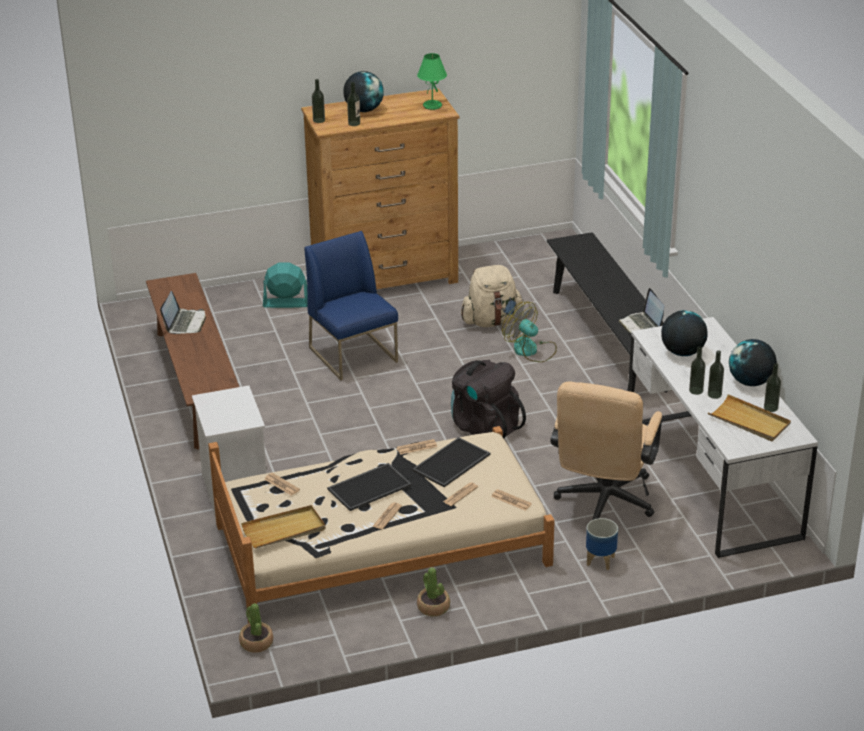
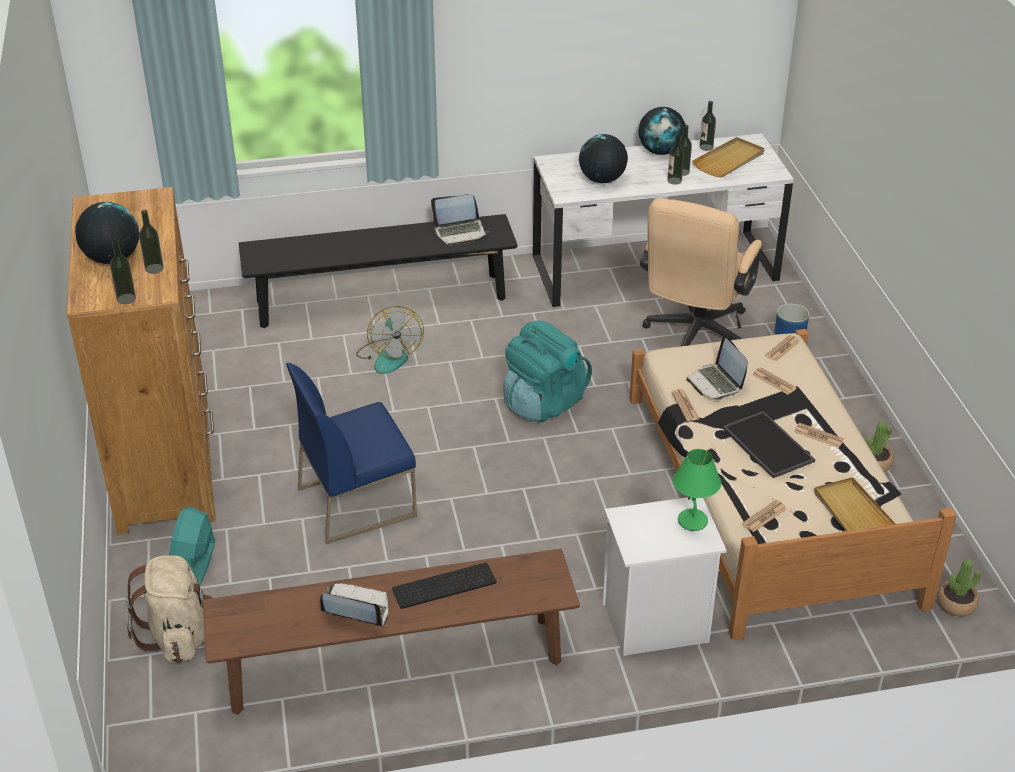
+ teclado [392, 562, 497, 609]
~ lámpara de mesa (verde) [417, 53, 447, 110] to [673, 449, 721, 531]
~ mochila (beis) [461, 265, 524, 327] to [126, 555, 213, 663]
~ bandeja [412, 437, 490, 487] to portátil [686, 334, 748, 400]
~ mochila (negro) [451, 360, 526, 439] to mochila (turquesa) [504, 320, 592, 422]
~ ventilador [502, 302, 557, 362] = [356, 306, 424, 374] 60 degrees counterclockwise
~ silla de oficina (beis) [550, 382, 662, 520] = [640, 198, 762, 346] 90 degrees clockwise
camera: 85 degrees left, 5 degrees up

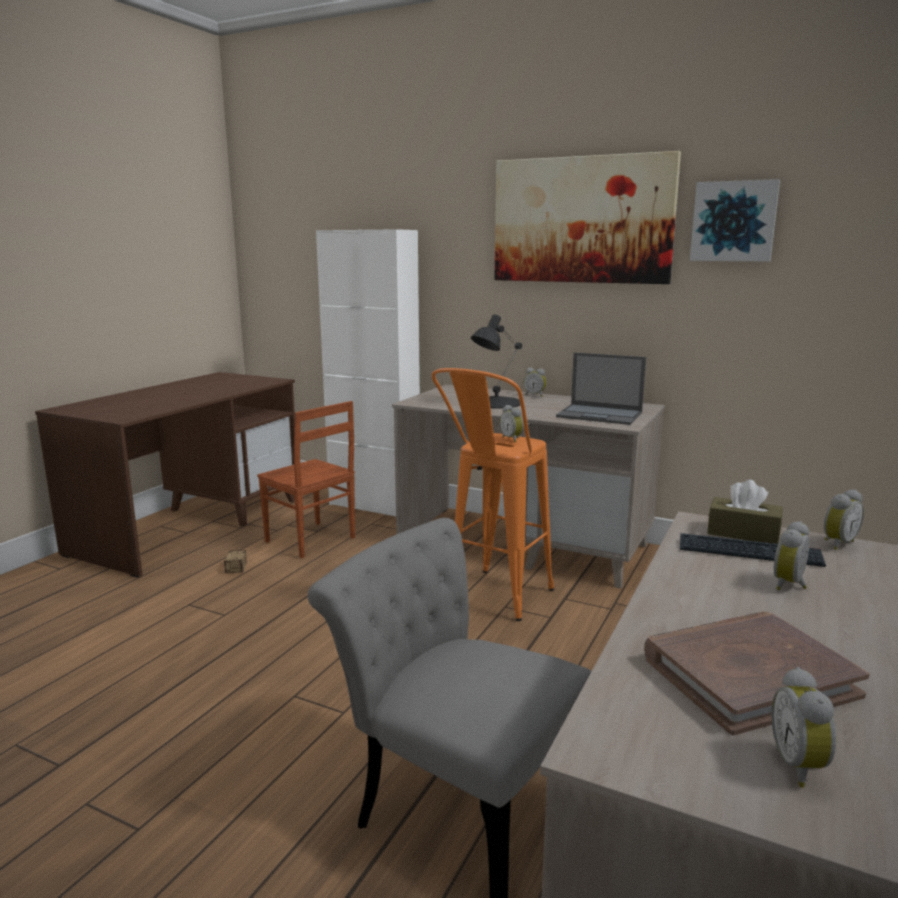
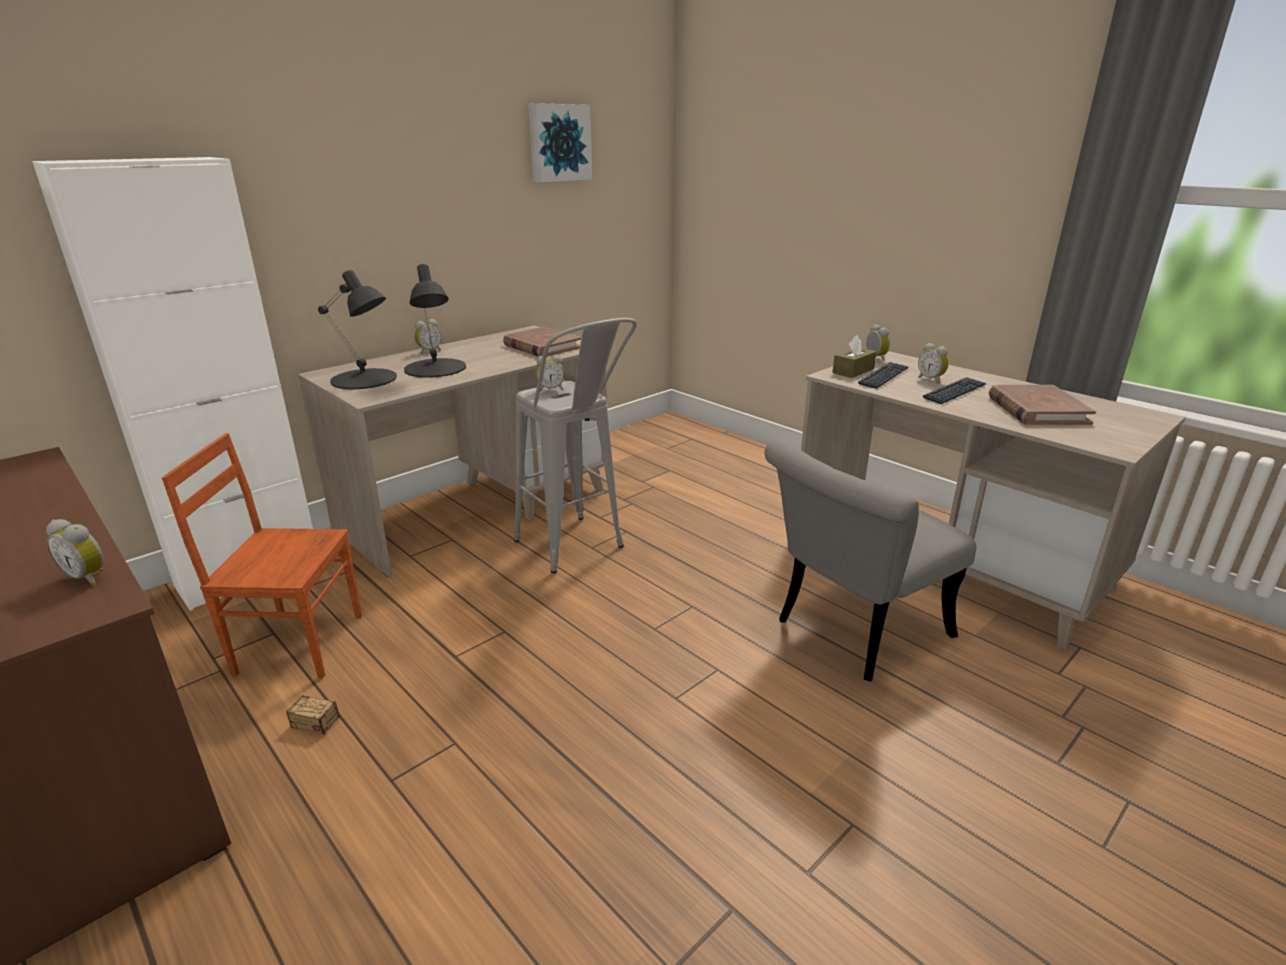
- cuadro [494, 151, 681, 284]
+ lámpara de mesa (negro) [318, 270, 397, 389]
+ teclado [923, 377, 987, 404]
~ despertador [771, 667, 836, 788] to [46, 519, 104, 586]
~ portátil [556, 352, 646, 425] to libro (marrón) [503, 327, 581, 357]
~ taburete (naranja) [432, 368, 554, 621] to taburete (gris) [514, 318, 637, 573]
~ silla (marrón) [257, 401, 355, 558] = [162, 433, 362, 678] 150 degrees counterclockwise
camera: 70 degrees left, 10 degrees up

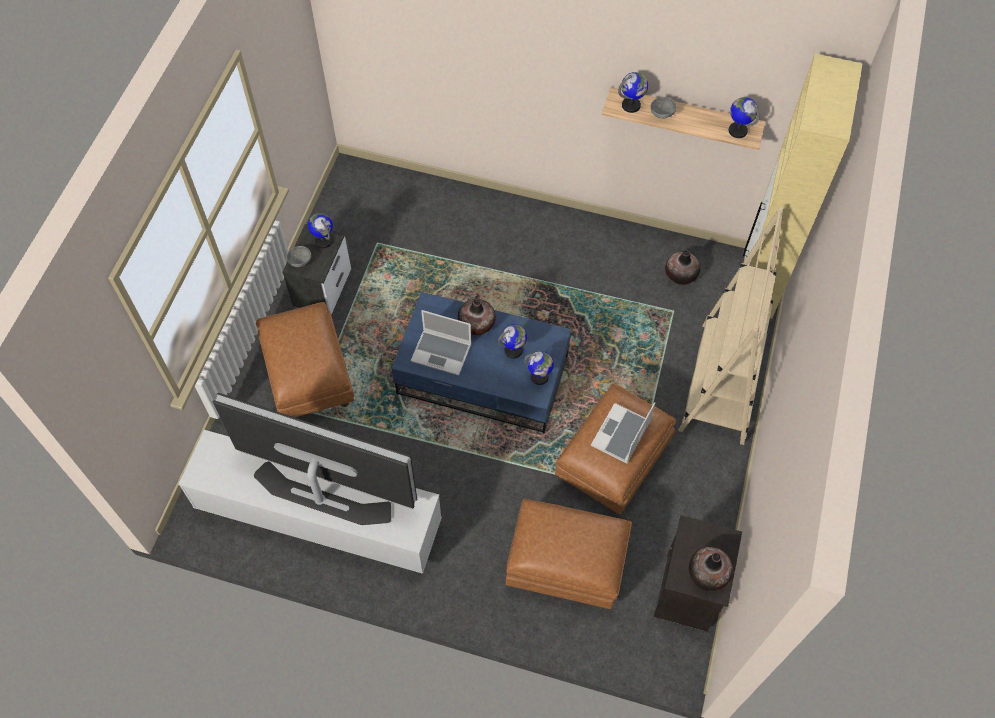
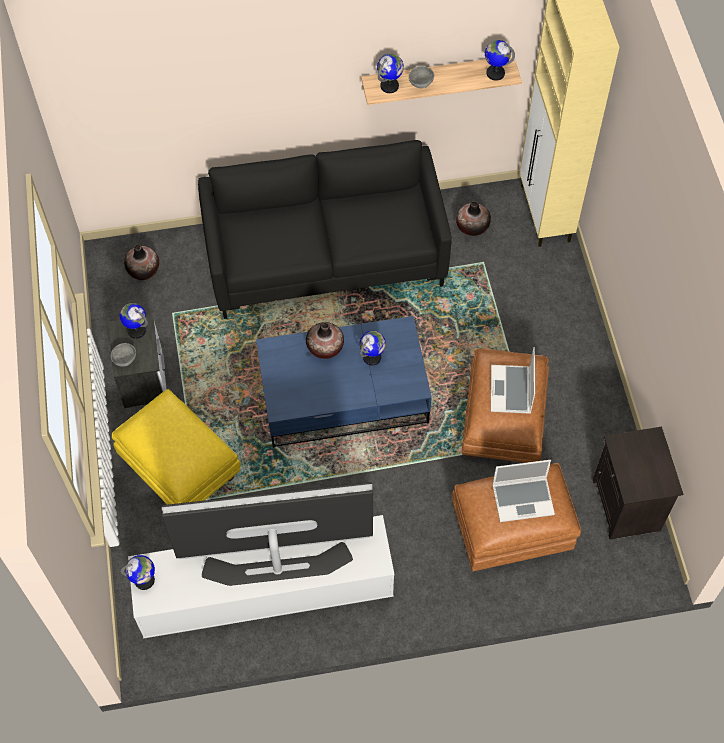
- estantería (beis) [678, 207, 783, 445]
+ sofá (negro) [198, 140, 452, 319]
~ portátil [411, 310, 471, 376] to [492, 460, 555, 522]
~ globo terráqueo [524, 351, 554, 385] to [121, 555, 155, 590]
~ florero [689, 547, 733, 591] to [124, 244, 159, 280]
~ puf (marrón) [256, 302, 354, 418] to puf (amarillo) [112, 389, 241, 505]
camera: 25 degrees left, 0 degrees up

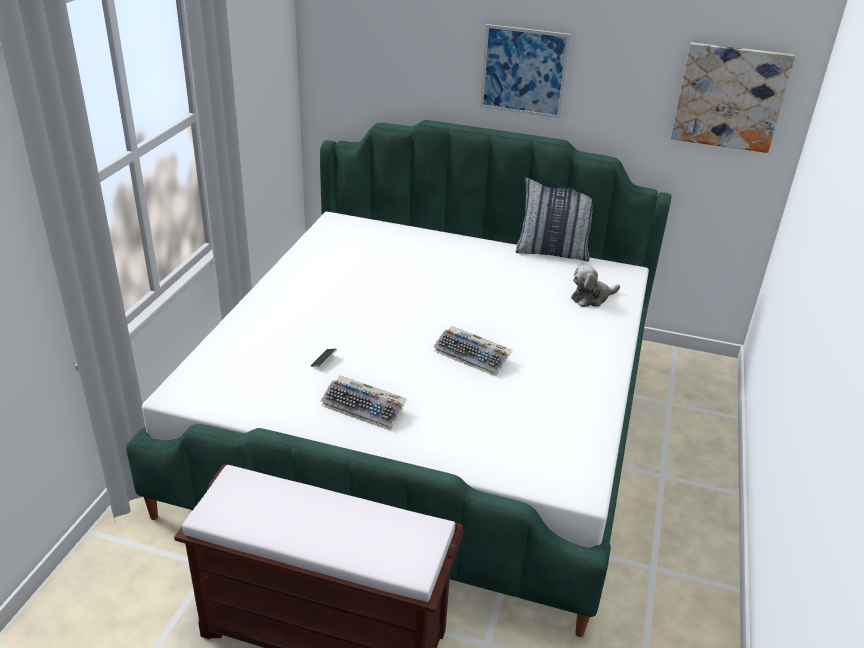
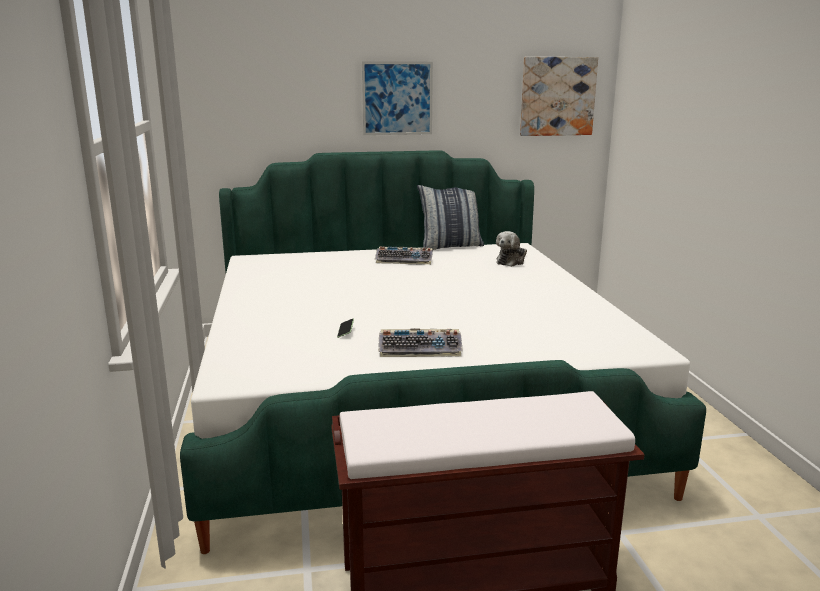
~ teclado [433, 326, 512, 376] to [375, 246, 433, 265]
camera: 25 degrees left, 15 degrees down

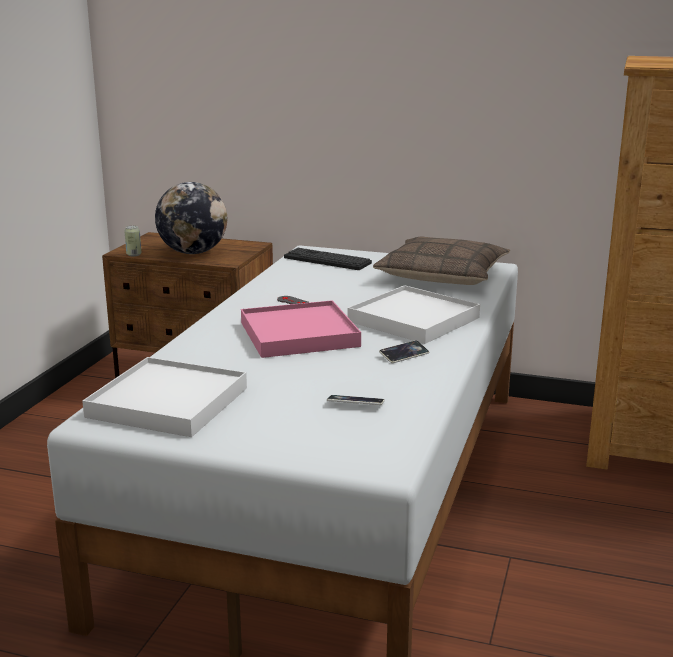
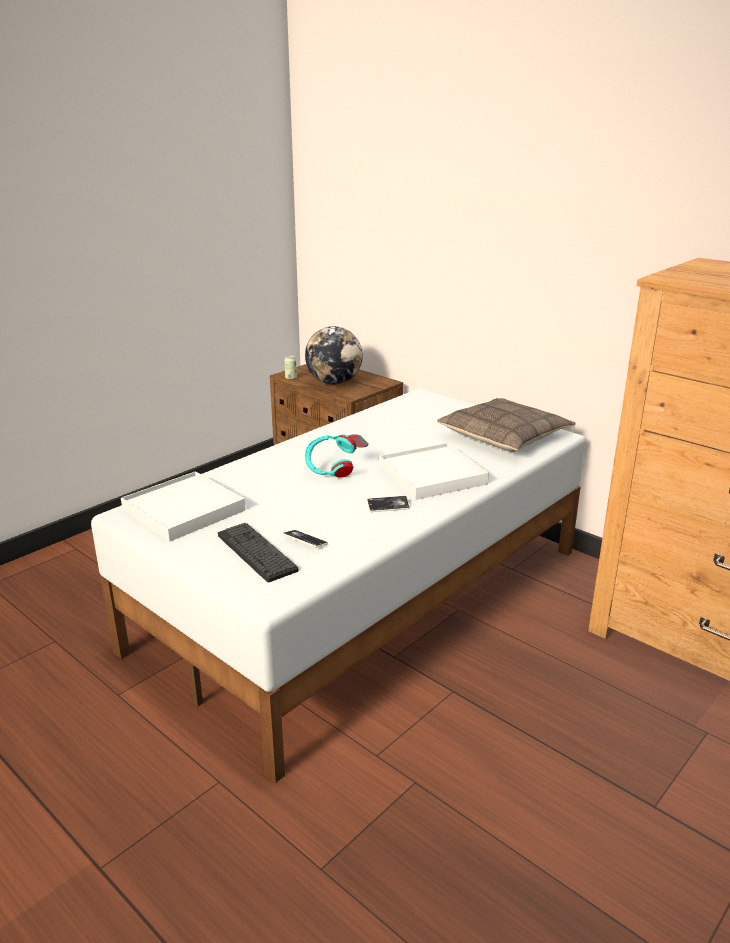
~ teclado [284, 248, 372, 270] to [218, 523, 298, 582]
~ bandeja (rosa) [241, 300, 361, 358] to auriculares (turquesa) [305, 434, 357, 478]
camera: 25 degrees right, 5 degrees up

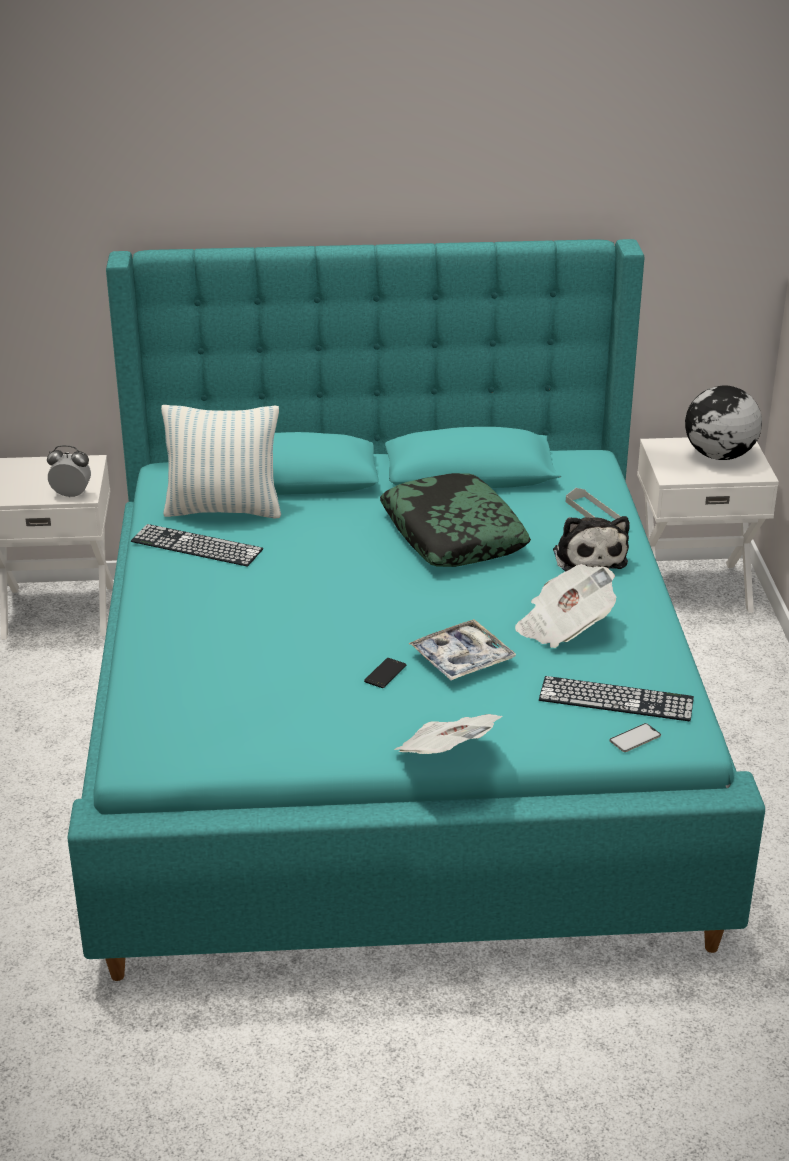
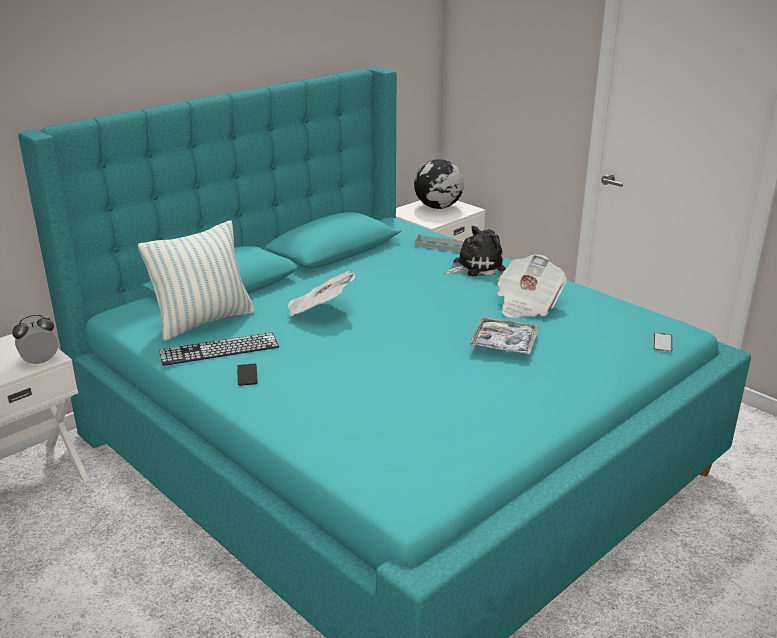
- cojín [380, 473, 531, 567]
- teclado [539, 676, 694, 721]
~ móvil [364, 658, 407, 688] to [237, 364, 258, 386]
~ periódico [394, 714, 502, 754] to [288, 271, 355, 317]
~ peluche [553, 516, 630, 572] = [444, 226, 506, 276] 60 degrees counterclockwise
camera: 40 degrees left, 5 degrees down

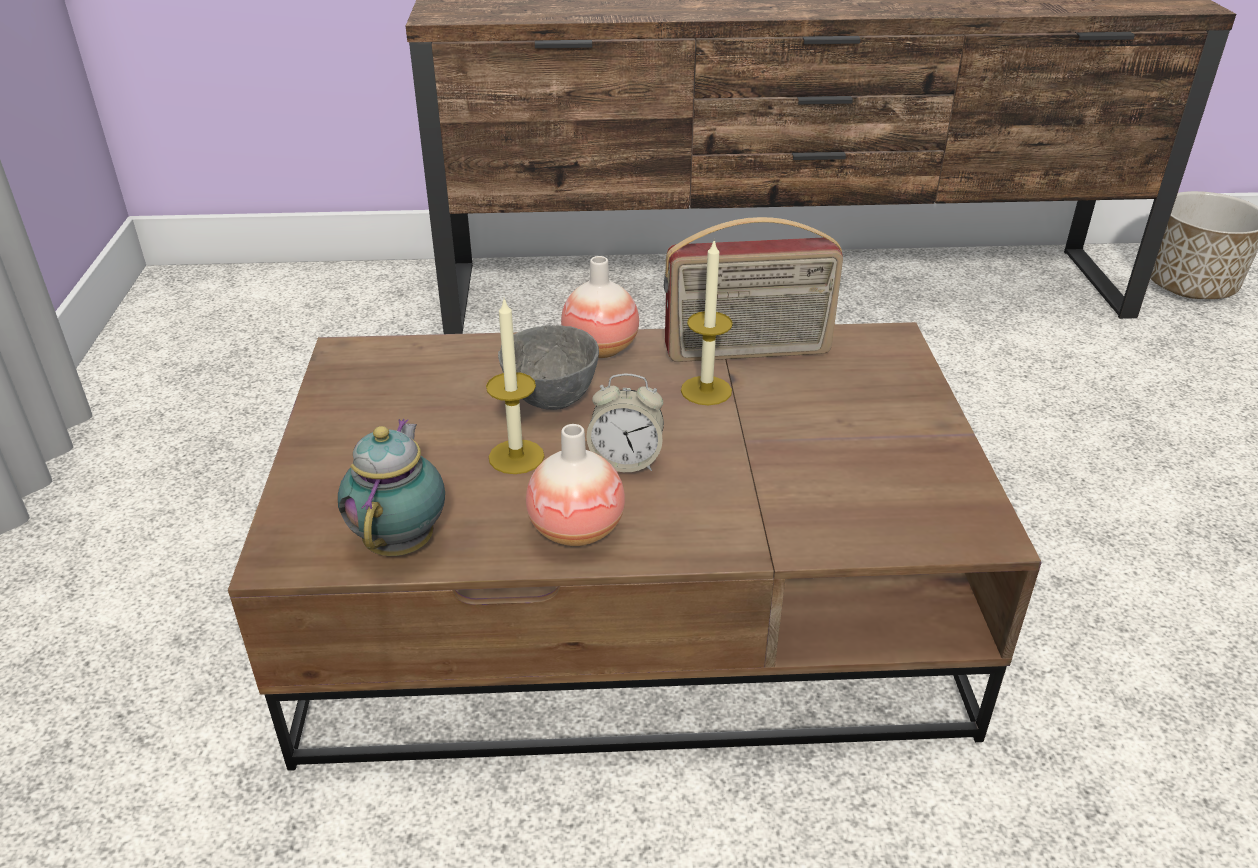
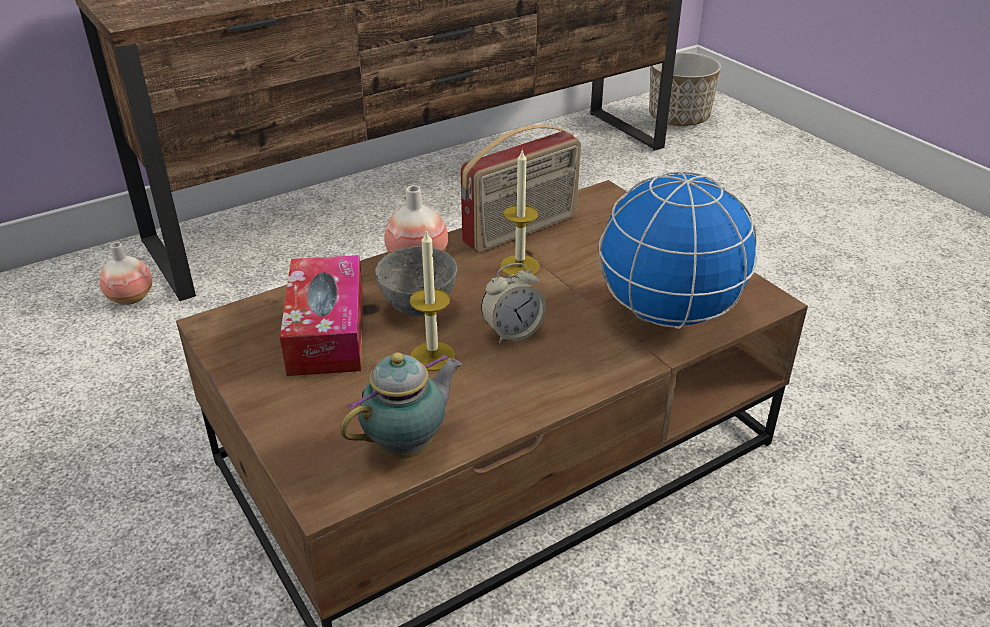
+ caja de pañuelos [280, 255, 363, 376]
+ globo terráqueo [599, 171, 758, 329]
~ florero [526, 424, 625, 546] to [99, 242, 152, 305]
~ tetera [338, 419, 445, 556] = [340, 352, 462, 459] 75 degrees clockwise
camera: 30 degrees left, 0 degrees up

